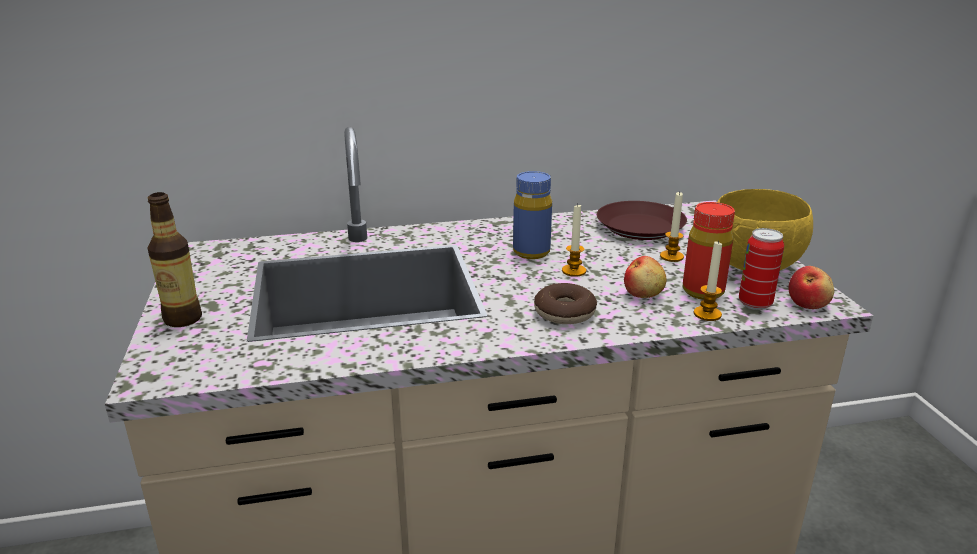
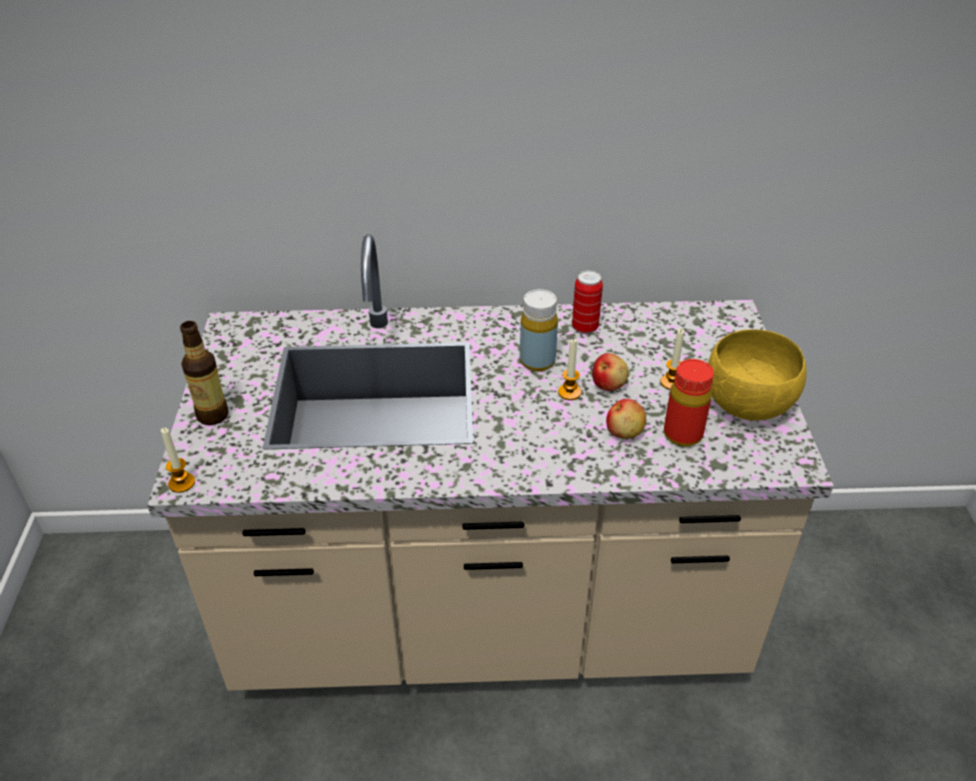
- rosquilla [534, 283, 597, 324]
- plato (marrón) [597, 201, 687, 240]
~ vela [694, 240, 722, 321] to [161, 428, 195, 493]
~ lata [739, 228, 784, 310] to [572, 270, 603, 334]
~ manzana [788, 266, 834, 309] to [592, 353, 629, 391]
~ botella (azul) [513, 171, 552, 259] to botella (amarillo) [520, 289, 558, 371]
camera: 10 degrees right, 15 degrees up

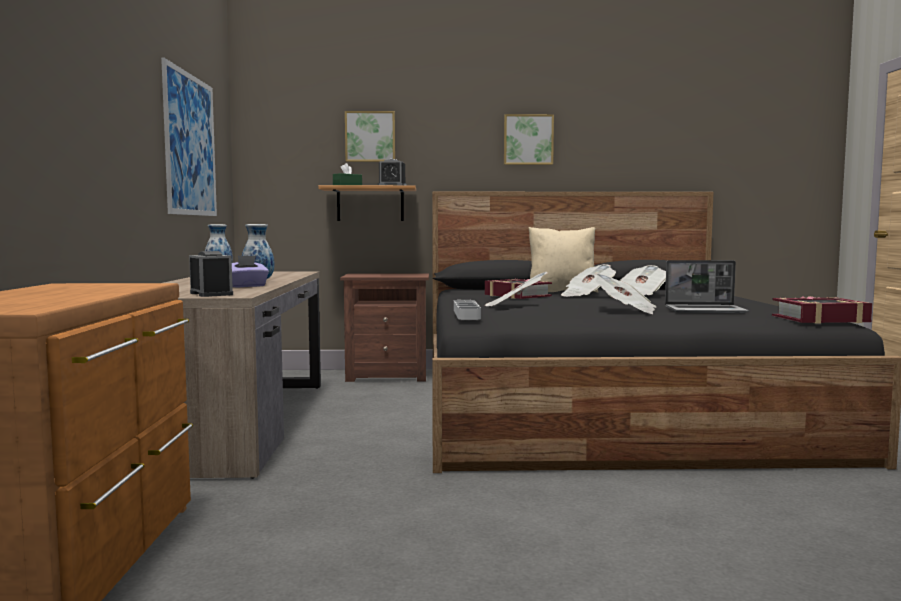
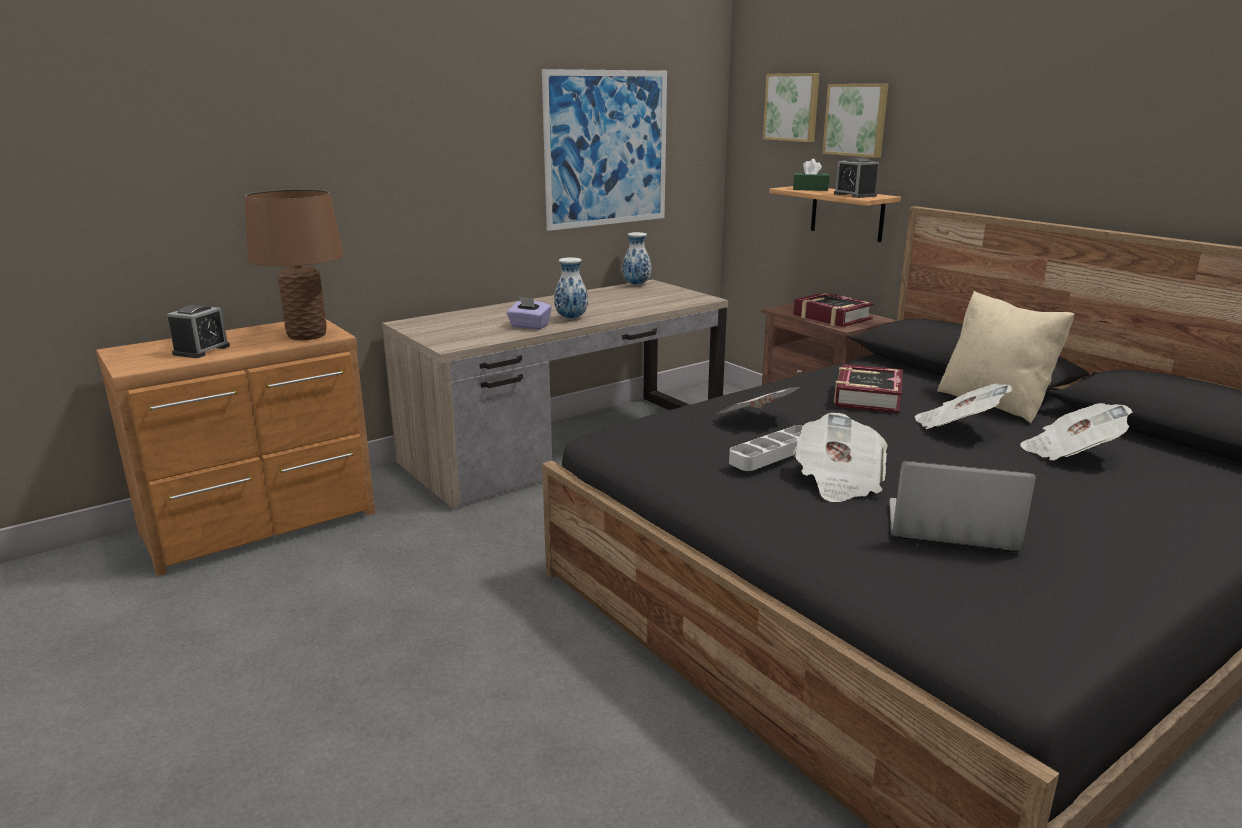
+ lámpara de mesa (marrón) [245, 189, 344, 340]
~ despertador [189, 251, 233, 297] to [167, 305, 230, 358]
~ bandeja (gris) [454, 300, 481, 320] to [729, 425, 803, 471]
~ cuadro [504, 114, 554, 165] to [763, 73, 820, 142]
~ libro [772, 296, 873, 324] to [793, 292, 874, 327]
~ portátil [665, 260, 749, 313] = [889, 461, 1036, 553] 135 degrees clockwise
camera: 55 degrees right, 15 degrees up

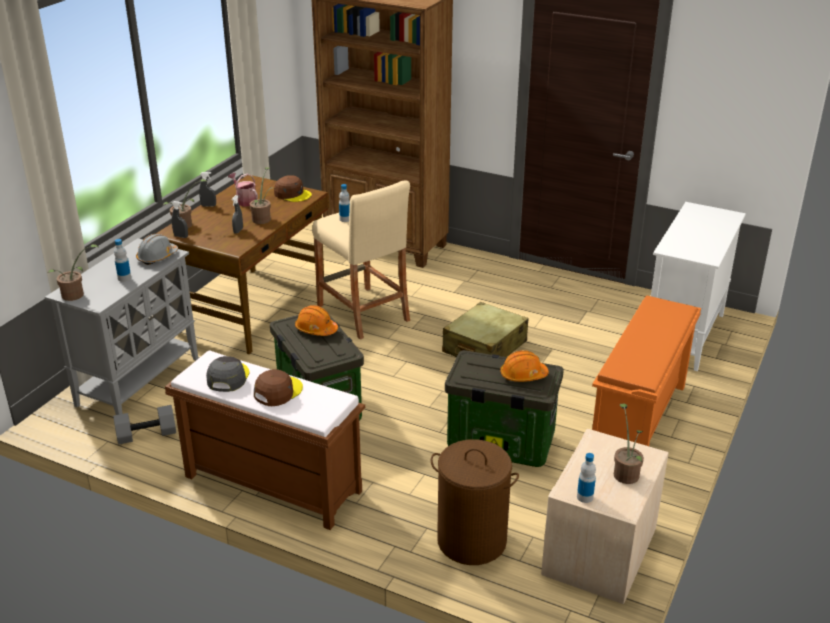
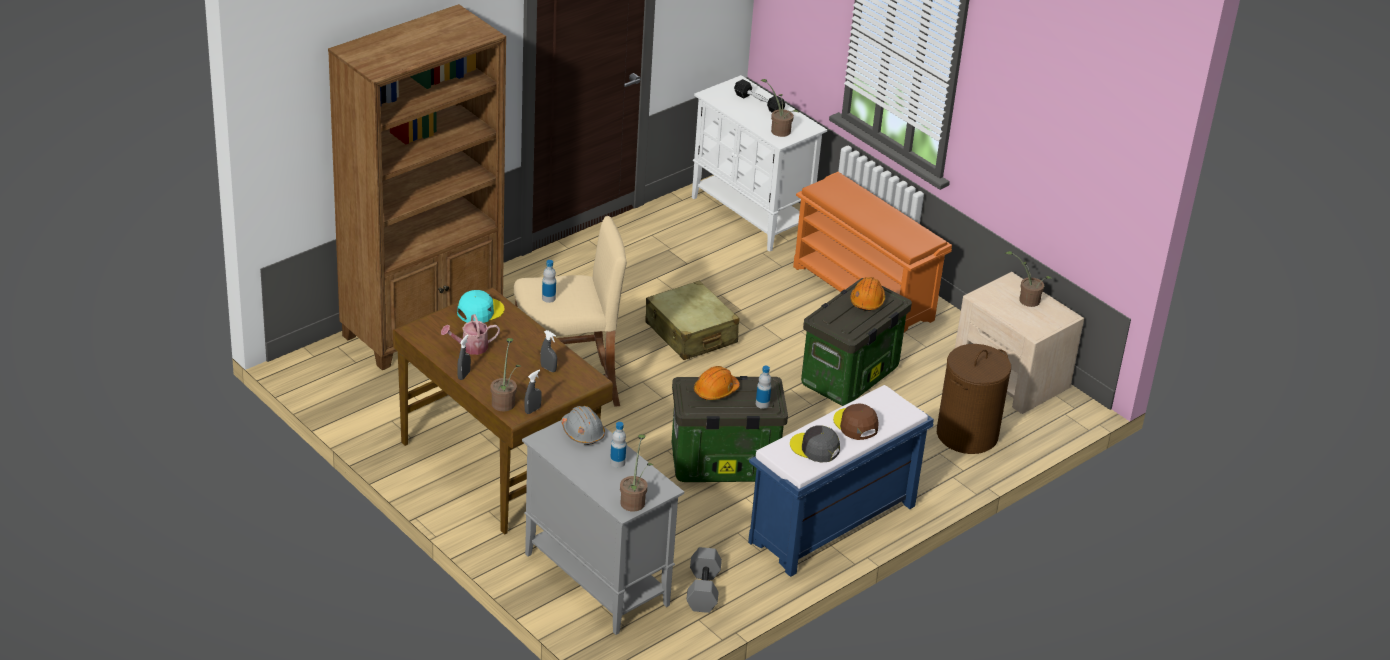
+ mancuerna (negro) [734, 79, 785, 112]
~ planta en maceta [250, 167, 276, 224] to [760, 79, 799, 137]
~ botella [577, 453, 596, 503] to [756, 366, 771, 409]
~ banco (marrón) [165, 351, 365, 530] to banco (azul) [748, 385, 934, 577]
~ gorra (marrón) [274, 175, 312, 202] to gorra (turquesa) [457, 290, 504, 323]
camera: 70 degrees left, 5 degrees up

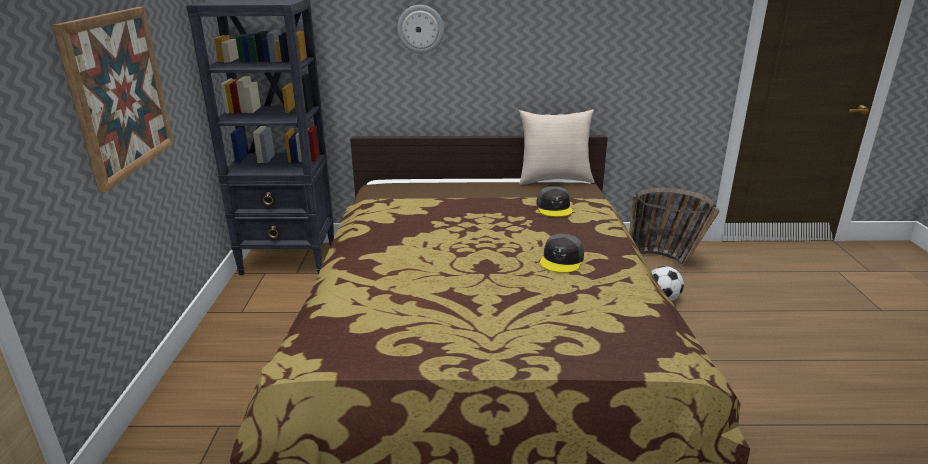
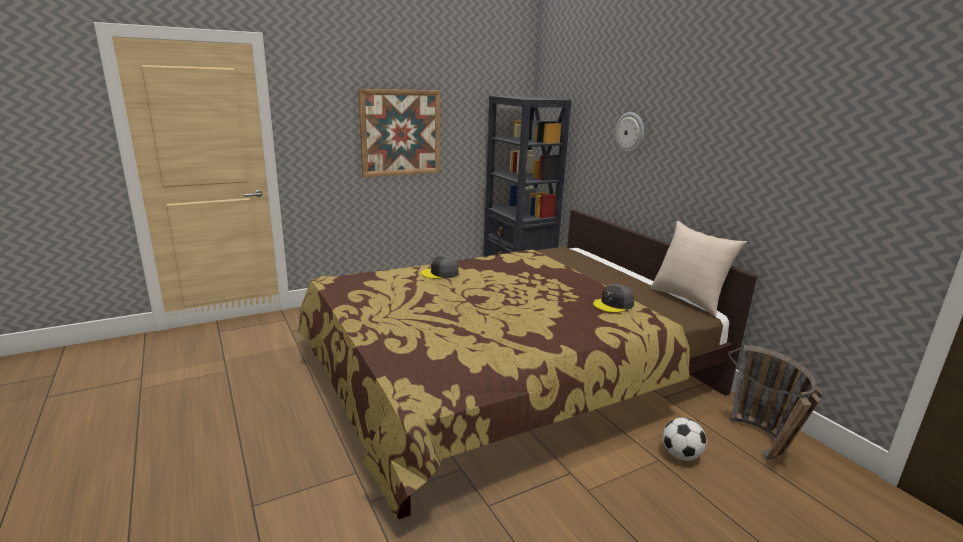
~ gorra (gris) [540, 234, 584, 273] to [421, 256, 459, 279]
camera: 60 degrees right, 5 degrees down

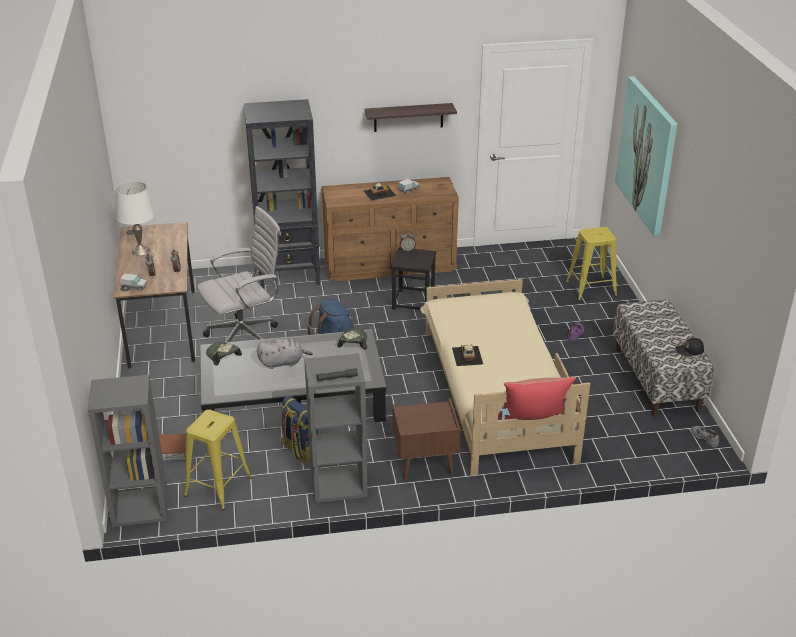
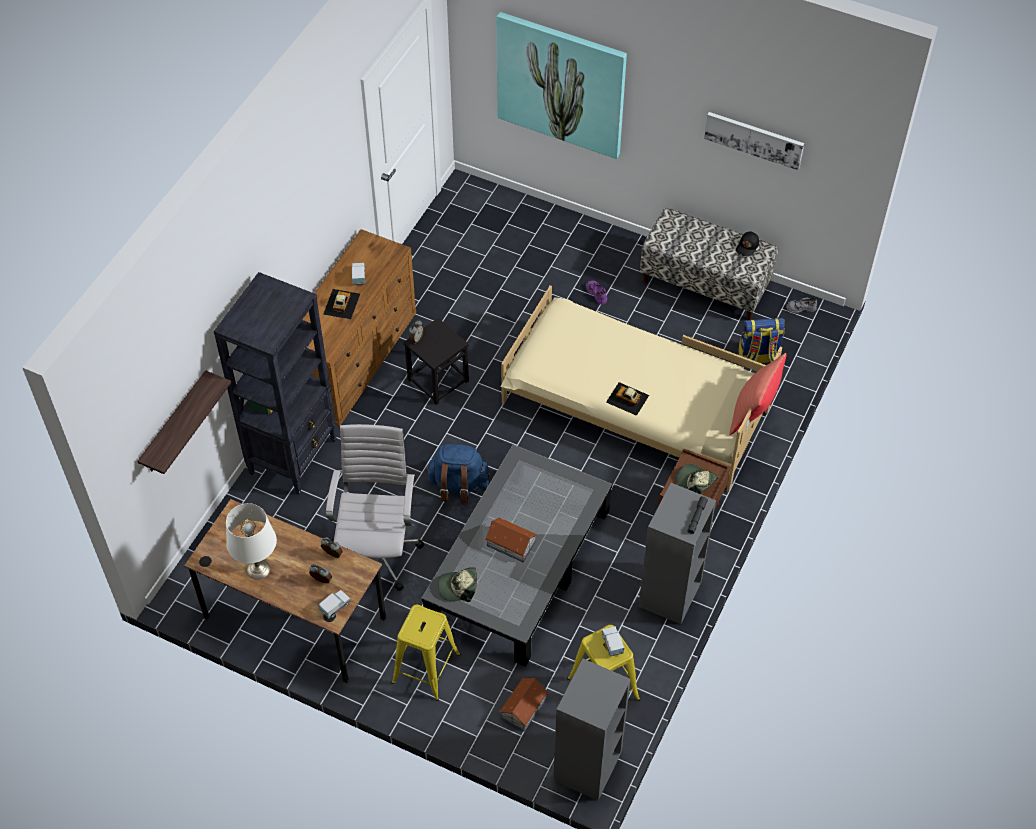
+ camión de juguete [602, 626, 624, 657]
+ cuadro [704, 112, 804, 170]
~ mochila [280, 396, 319, 463] to [738, 318, 785, 363]
~ gorra [337, 329, 367, 350] to [675, 464, 718, 494]
~ estante [365, 103, 457, 132] to [137, 370, 231, 474]
~ taburete (amarillo) [566, 227, 617, 301] to [392, 604, 460, 701]
~ peluche (gris) [257, 338, 313, 369] to casita [485, 518, 537, 562]
camera: 55 degrees left, 20 degrees up

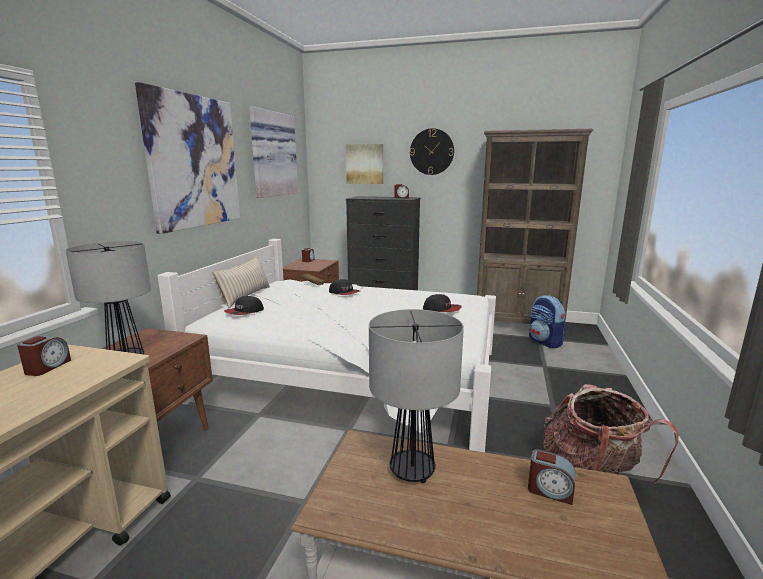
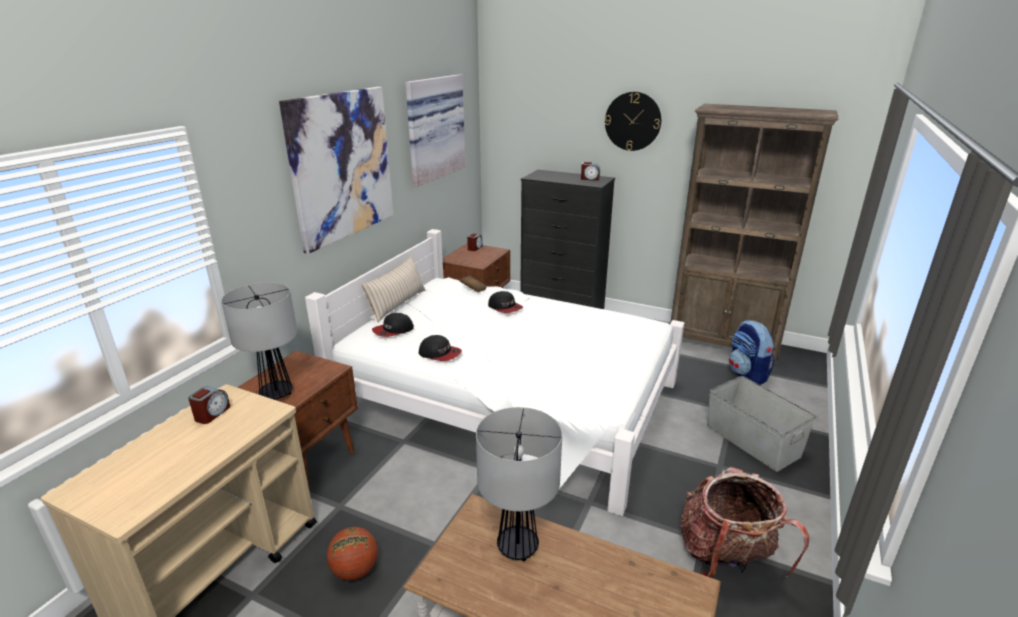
- cuadro [346, 144, 383, 184]
- despertador [528, 449, 576, 505]
+ balón de baloncesto [327, 527, 378, 580]
+ caja de almacenaje (gris) [707, 376, 816, 472]
~ gorra [423, 294, 462, 312] to [419, 335, 462, 361]
camera: 10 degrees right, 10 degrees up

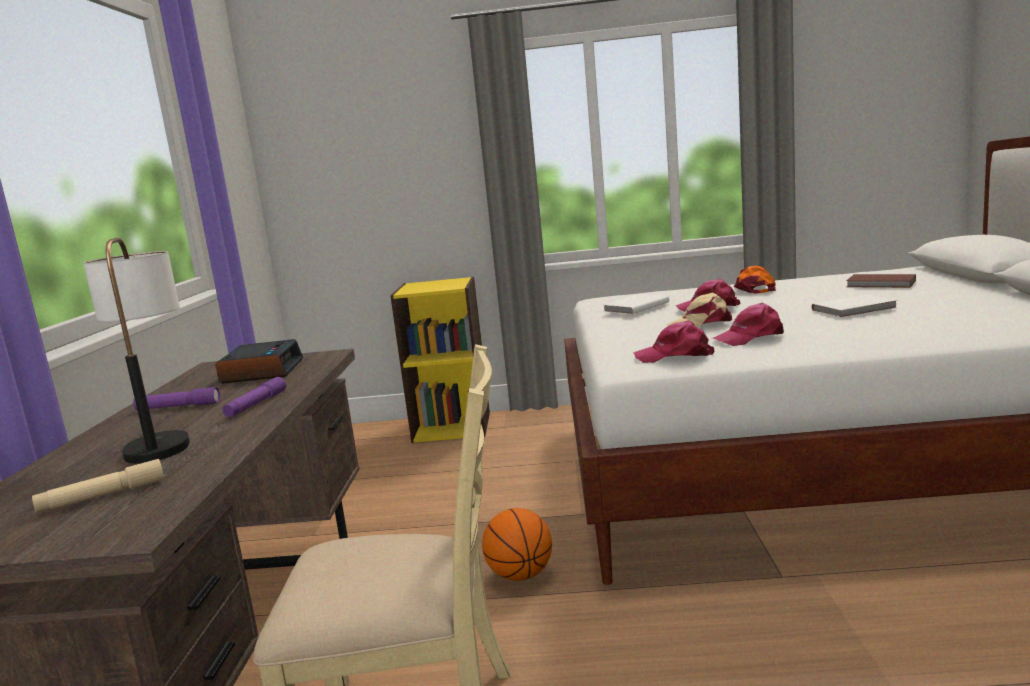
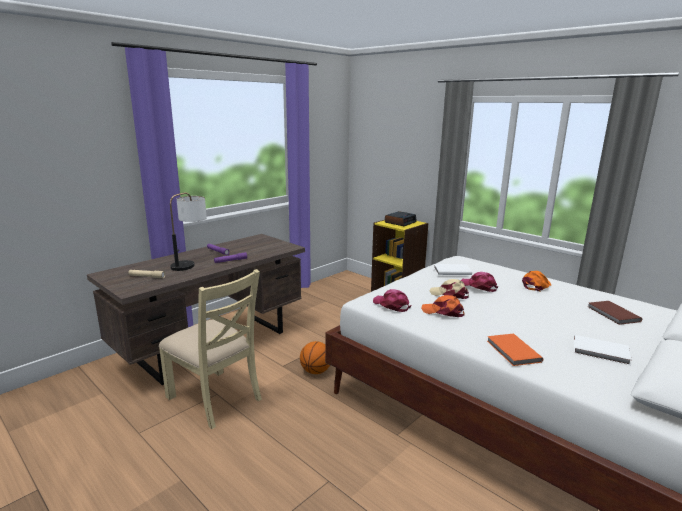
+ libro (naranja) [487, 334, 543, 366]
~ despertador [215, 339, 303, 383] to [385, 211, 417, 226]
~ libro (blanco) [812, 294, 898, 318] to [574, 335, 632, 365]
~ gorra (rosa) [711, 303, 784, 346] to gorra (naranja) [421, 295, 464, 317]
camera: 40 degrees right, 5 degrees up

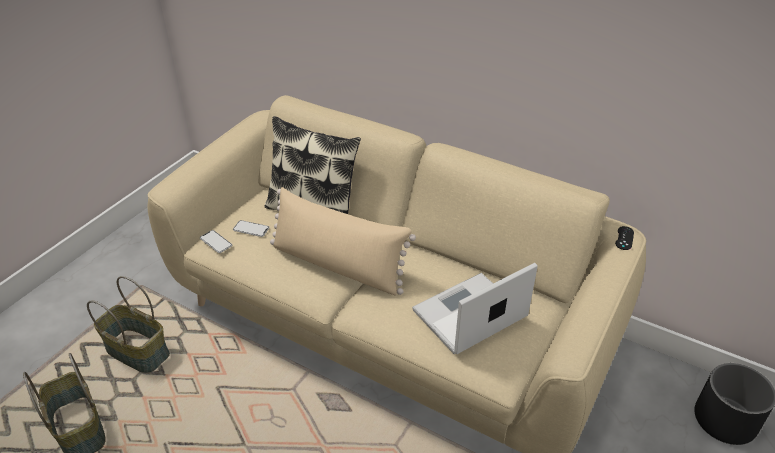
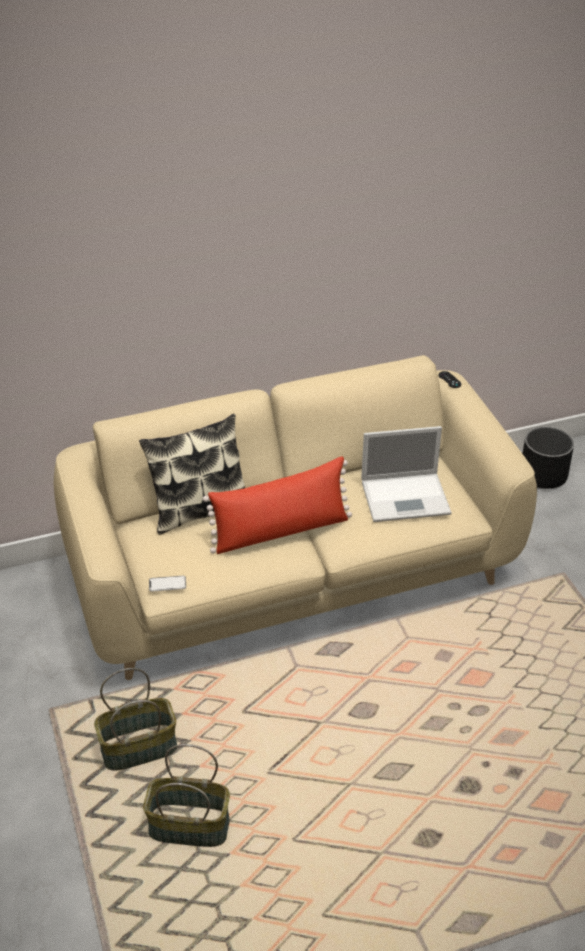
- móvil [233, 220, 270, 237]
~ cojín (beis) [270, 187, 416, 296] to cojín (rojo) [203, 457, 352, 554]
~ portátil [412, 263, 538, 354] = [361, 426, 452, 522] 105 degrees counterclockwise
camera: 50 degrees left, 0 degrees up

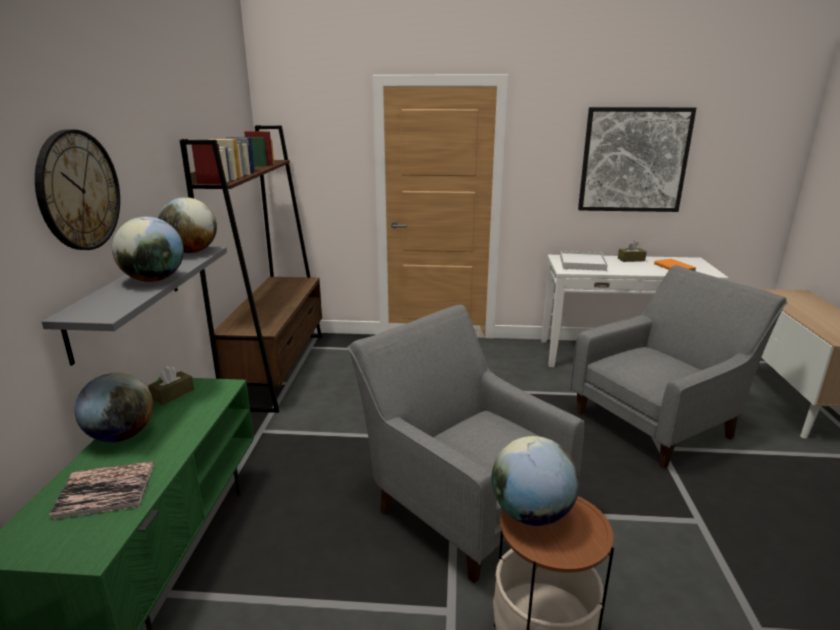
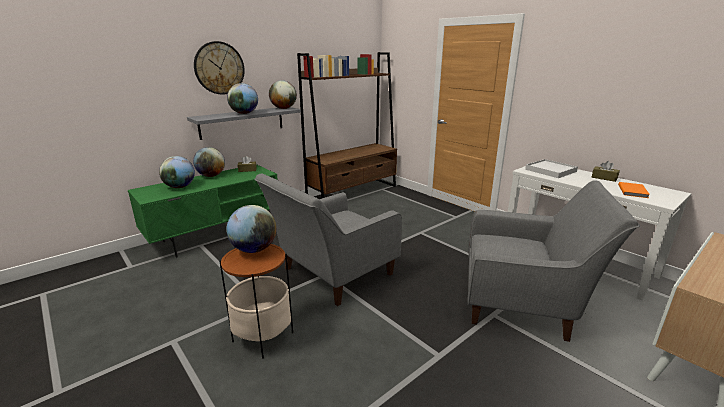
- cuadro [578, 107, 696, 212]
~ libro [49, 461, 154, 520] to globo terráqueo [159, 156, 195, 188]
~ sillón (gris) [347, 305, 584, 583] = [254, 174, 402, 306] 135 degrees counterclockwise
camera: 45 degrees right, 0 degrees up

